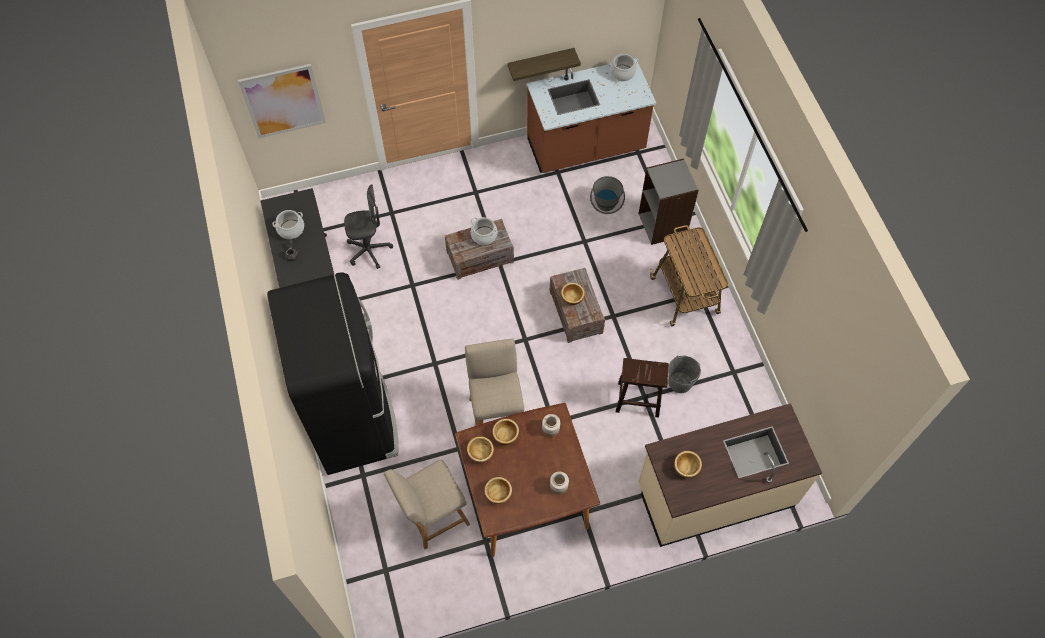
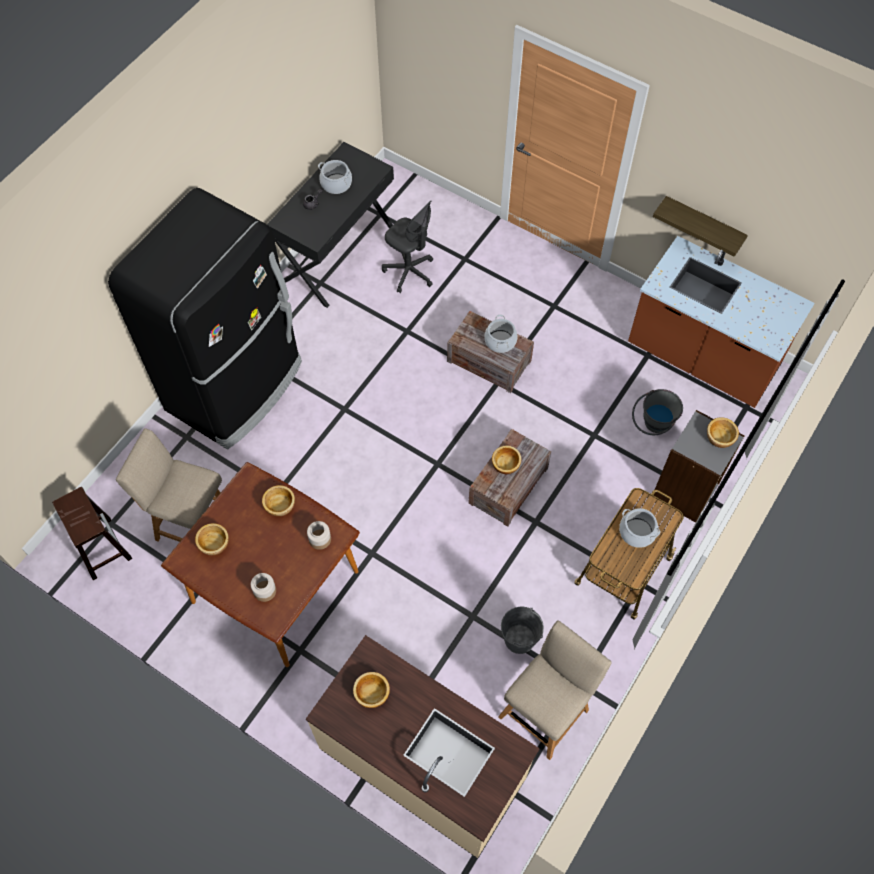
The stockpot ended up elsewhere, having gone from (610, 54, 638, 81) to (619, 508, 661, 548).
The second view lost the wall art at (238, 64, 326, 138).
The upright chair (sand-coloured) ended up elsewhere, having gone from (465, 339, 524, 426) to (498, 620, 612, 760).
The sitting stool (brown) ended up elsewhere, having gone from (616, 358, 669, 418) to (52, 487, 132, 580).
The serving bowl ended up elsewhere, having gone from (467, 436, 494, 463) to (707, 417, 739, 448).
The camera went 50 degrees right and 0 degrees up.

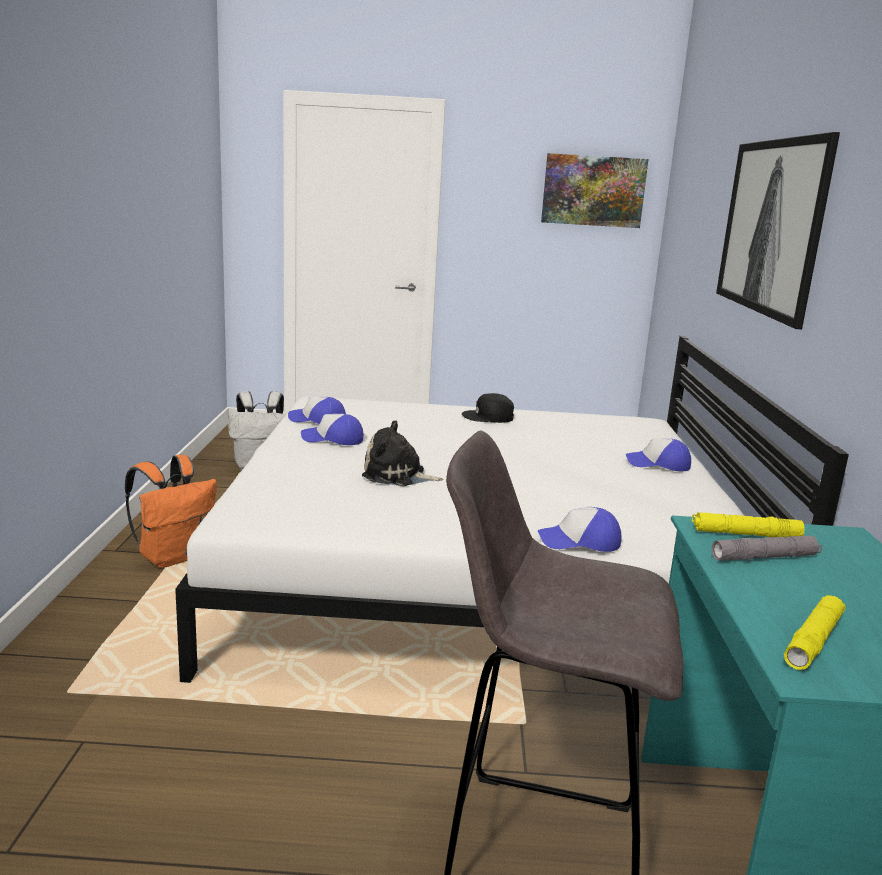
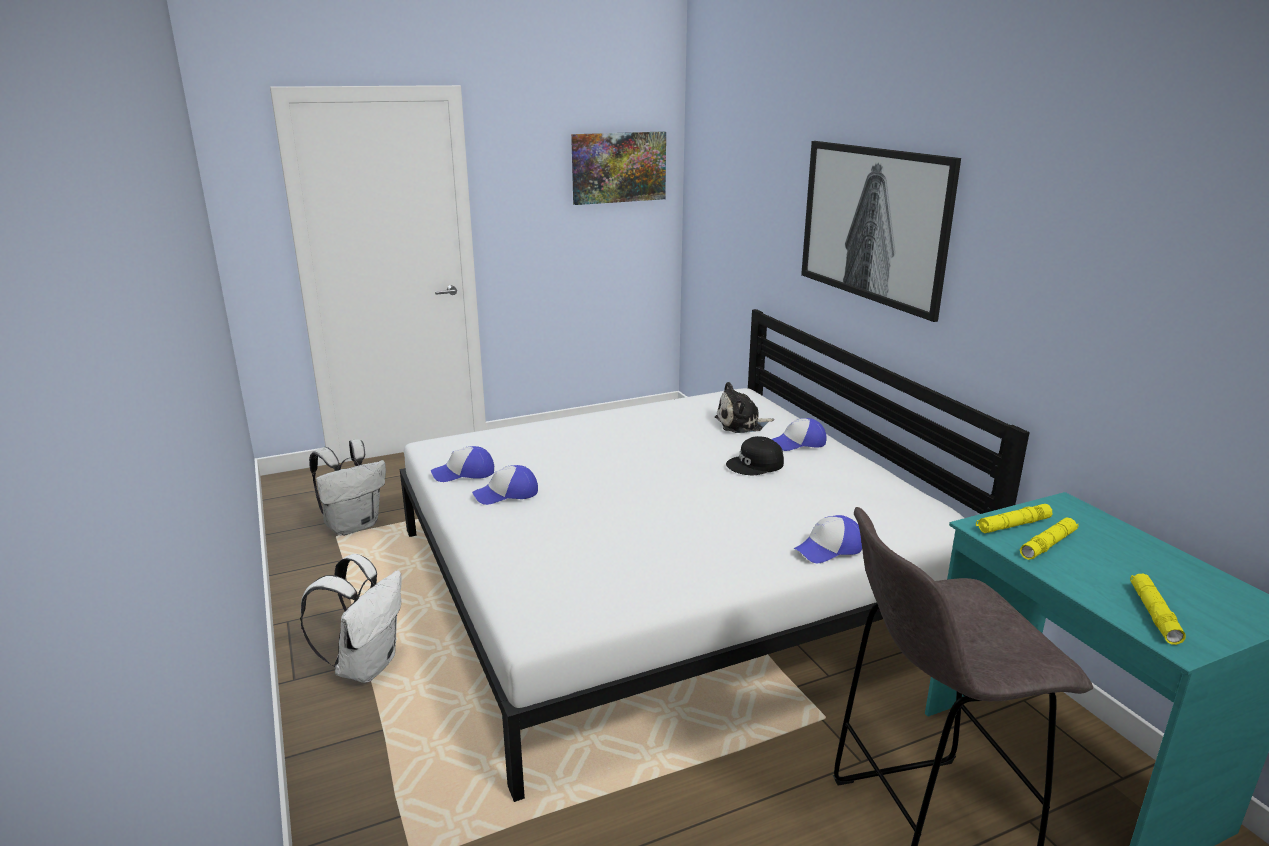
The cap (black) ended up elsewhere, having gone from (462, 393, 514, 423) to (726, 436, 784, 475).
The cuddly toy ended up elsewhere, having gone from (362, 420, 443, 486) to (715, 382, 774, 433).
What was the backpack (orange-coloured) at (125, 455, 217, 568) turned into the backpack (whitish) at (300, 554, 401, 683).
What was the flashlight (gray) at (712, 535, 822, 561) turned into the flashlight (yellow-coloured) at (1020, 517, 1078, 560).
The camera went 25 degrees left and 5 degrees up.

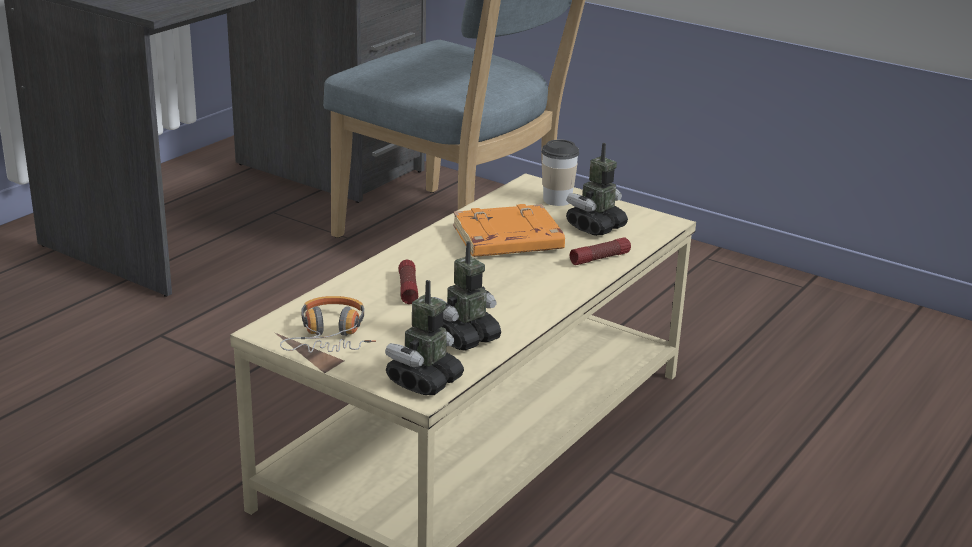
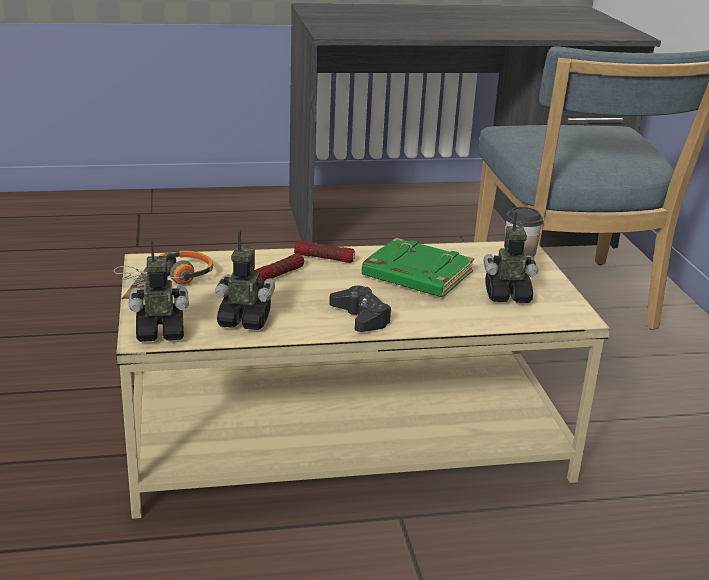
What was the book (orange-coloured) at (453, 204, 565, 257) turned into the book (greenish) at (362, 238, 474, 297).
The flashlight ended up elsewhere, having gone from (570, 238, 631, 265) to (294, 240, 355, 263).
The second view gained the joypad (black) at (329, 286, 391, 332).
The camera went 45 degrees right and 0 degrees up.

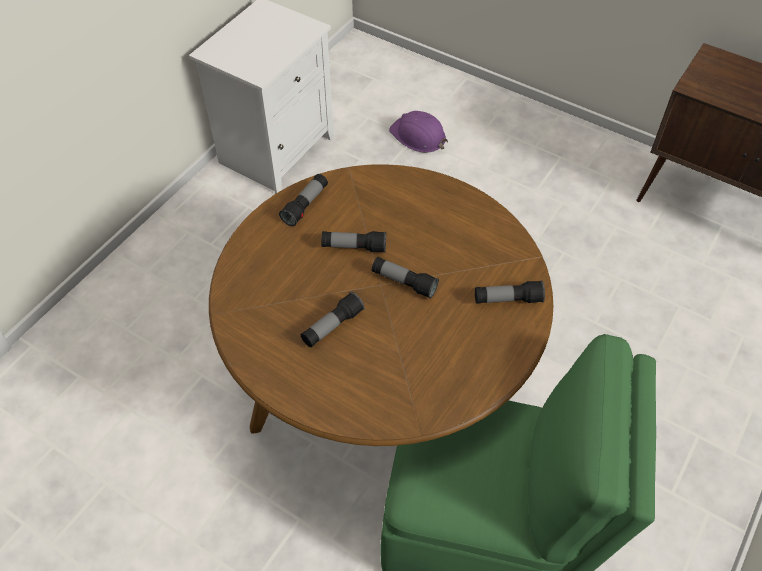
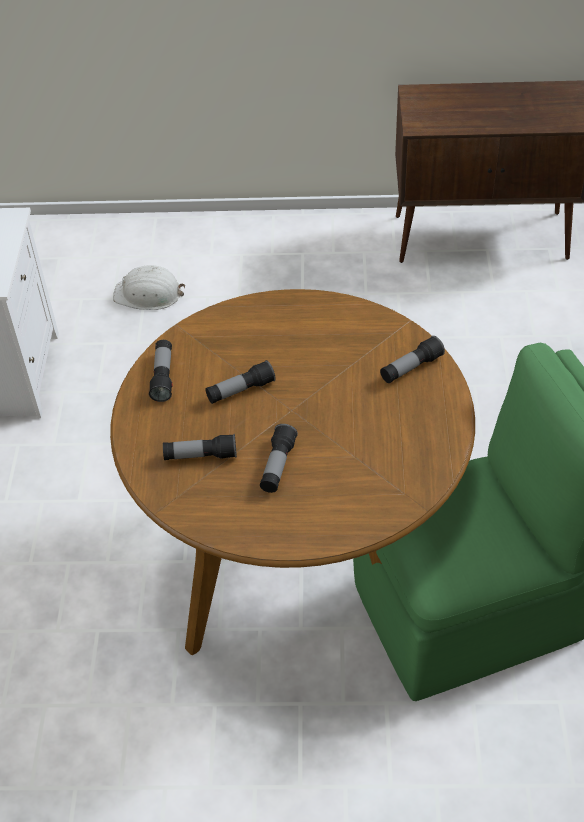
What was the work helmet (purple-coloured) at (389, 111, 448, 153) turned into the work helmet (whitish) at (113, 265, 185, 310).
The flashlight ended up elsewhere, having gone from (372, 257, 439, 299) to (163, 434, 237, 460).
The camera went 30 degrees left and 5 degrees down.

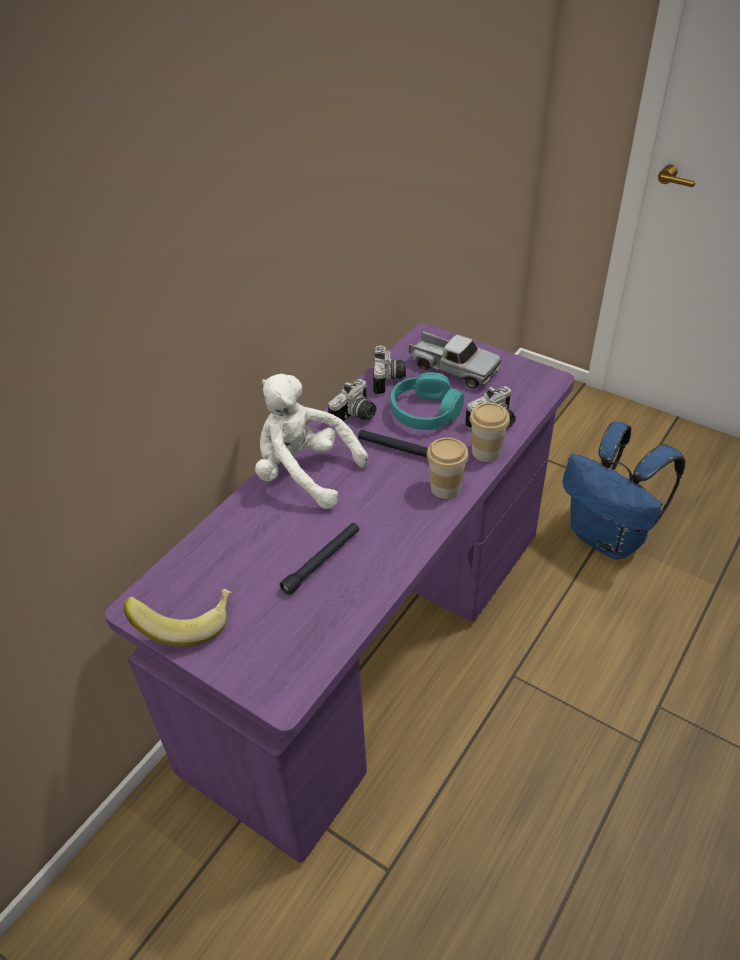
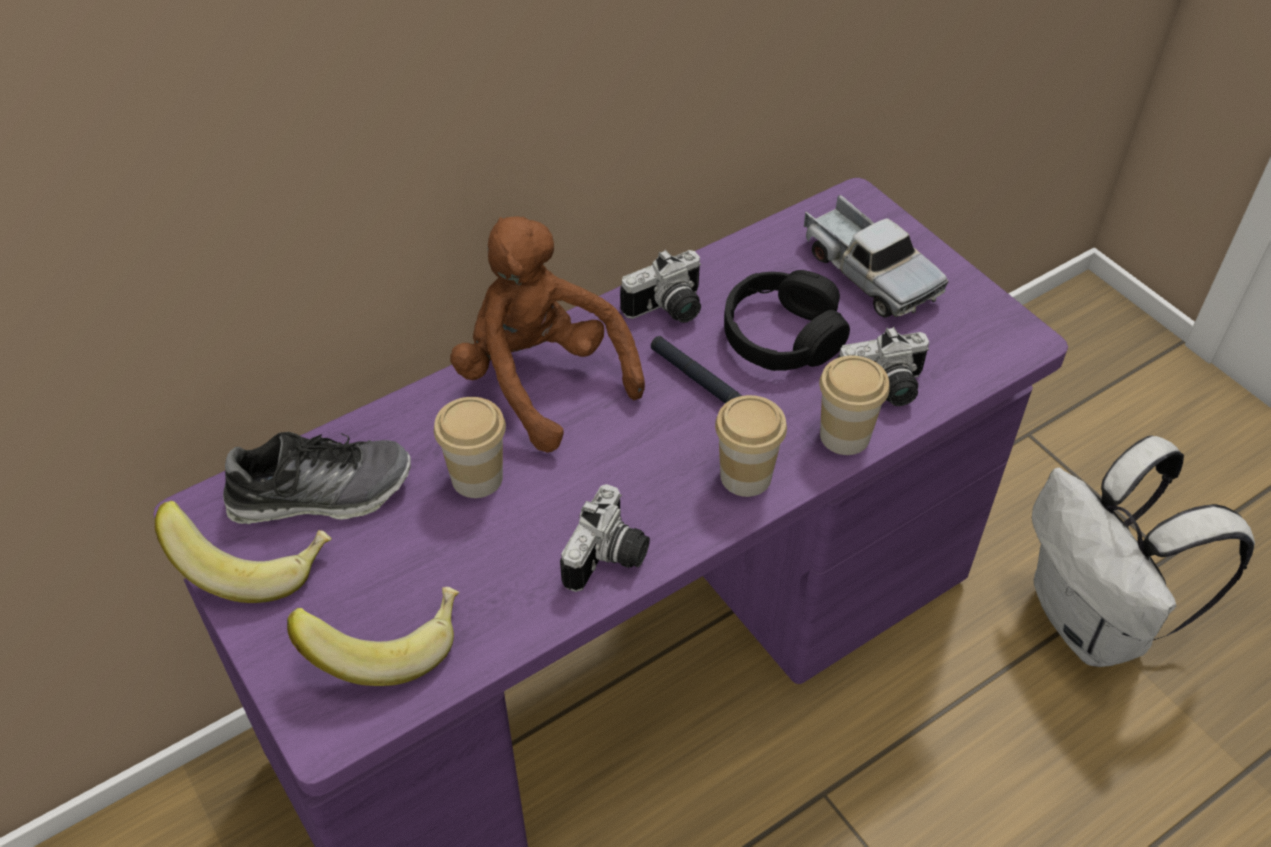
The still camera ended up elsewhere, having gone from (373, 346, 406, 395) to (560, 484, 650, 592).
What was the headphones (turquoise) at (390, 372, 464, 430) turned into the headphones (black) at (724, 270, 850, 371).
What was the cuddly toy (whitish) at (255, 374, 368, 509) turned into the cuddly toy (brown) at (450, 216, 645, 453).
What was the backpack (blue-coloured) at (563, 421, 685, 559) turned into the backpack (whitish) at (1032, 435, 1255, 667).
The second view lost the flashlight (black) at (280, 523, 359, 595).
The second view gained the small cup at (434, 397, 506, 498).
The second view gained the item of footwear at (223, 432, 411, 524).
The second view gained the whole banana at (287, 587, 459, 686).
The camera went 20 degrees right and 5 degrees up.

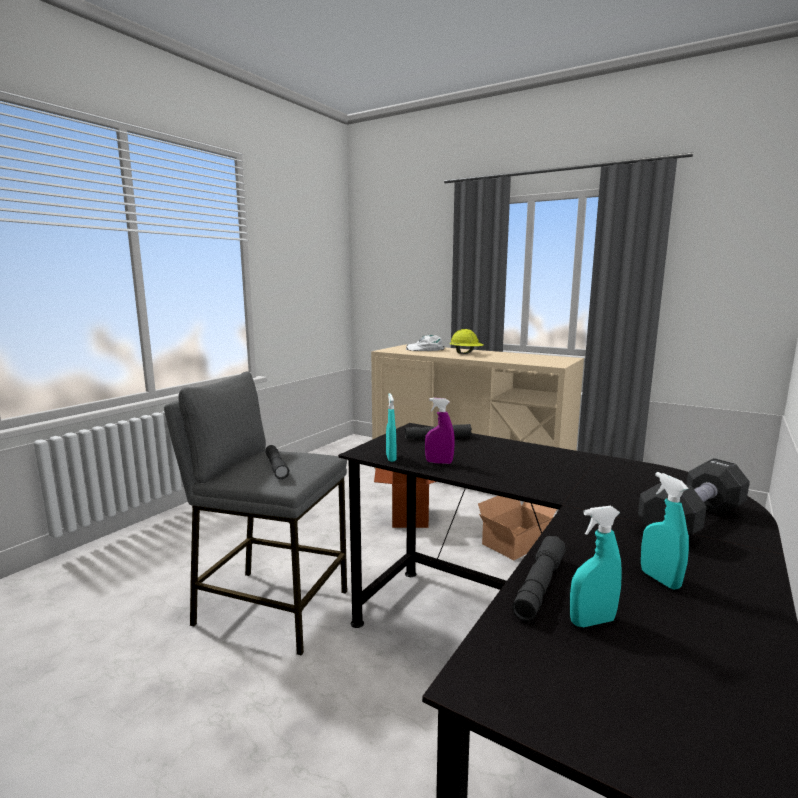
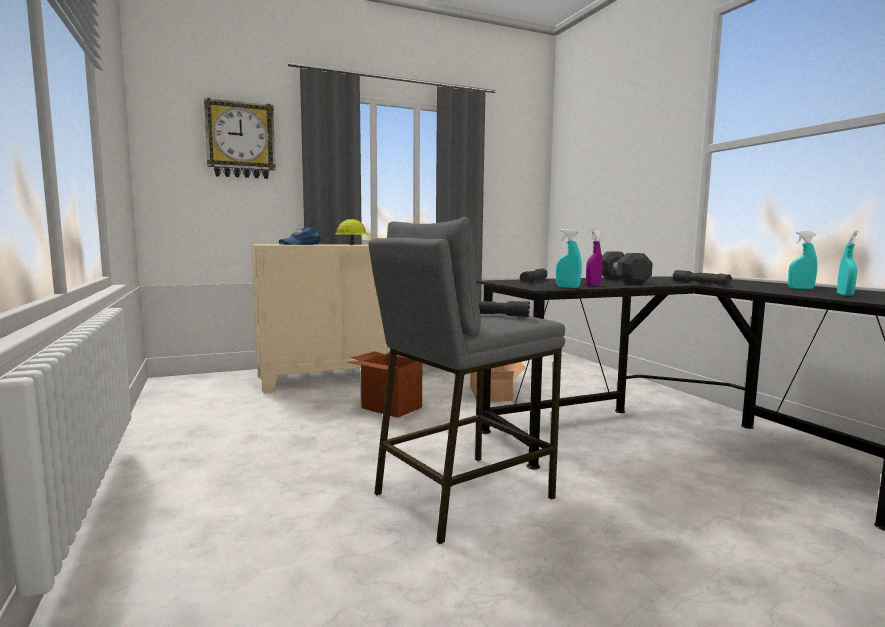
What was the cap (whitish) at (406, 335, 444, 351) turned into the cap (blue-coloured) at (279, 228, 321, 245).
The hand weight (black) ended up elsewhere, having gone from (638, 458, 750, 536) to (602, 251, 653, 284).
The flashlight (gray) ended up elsewhere, having gone from (512, 536, 566, 621) to (673, 270, 732, 285).
The second view gained the wall clock at (204, 98, 276, 179).
The camera went 55 degrees left and 5 degrees down.

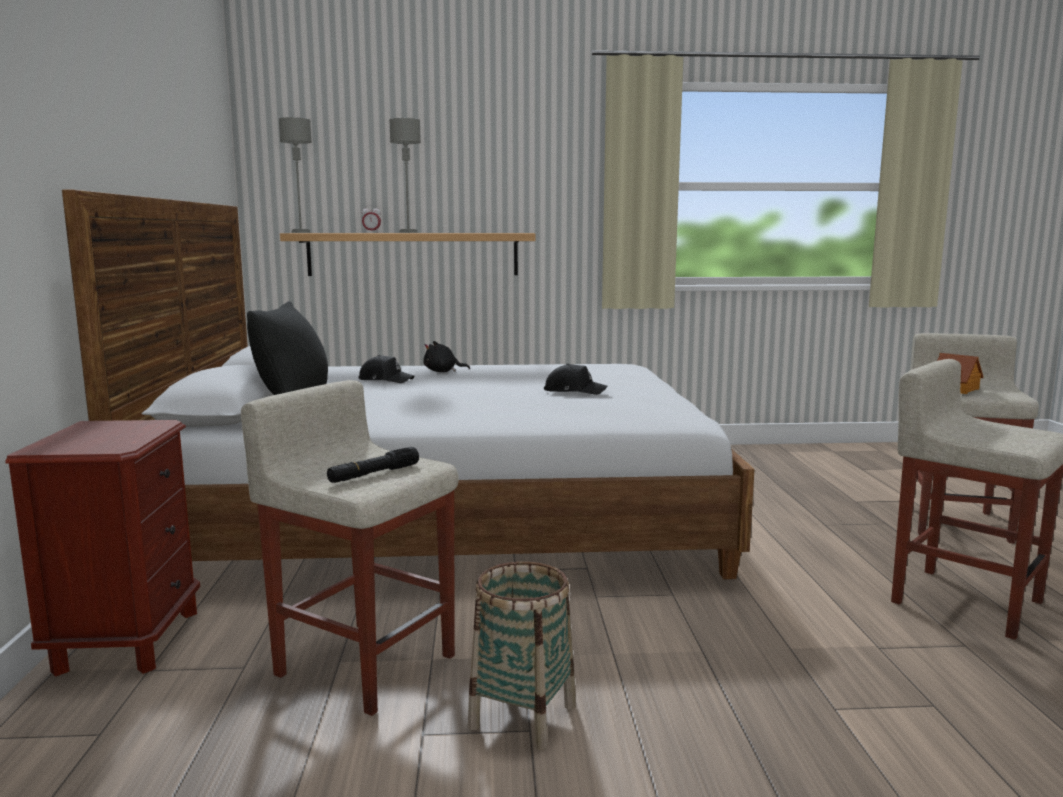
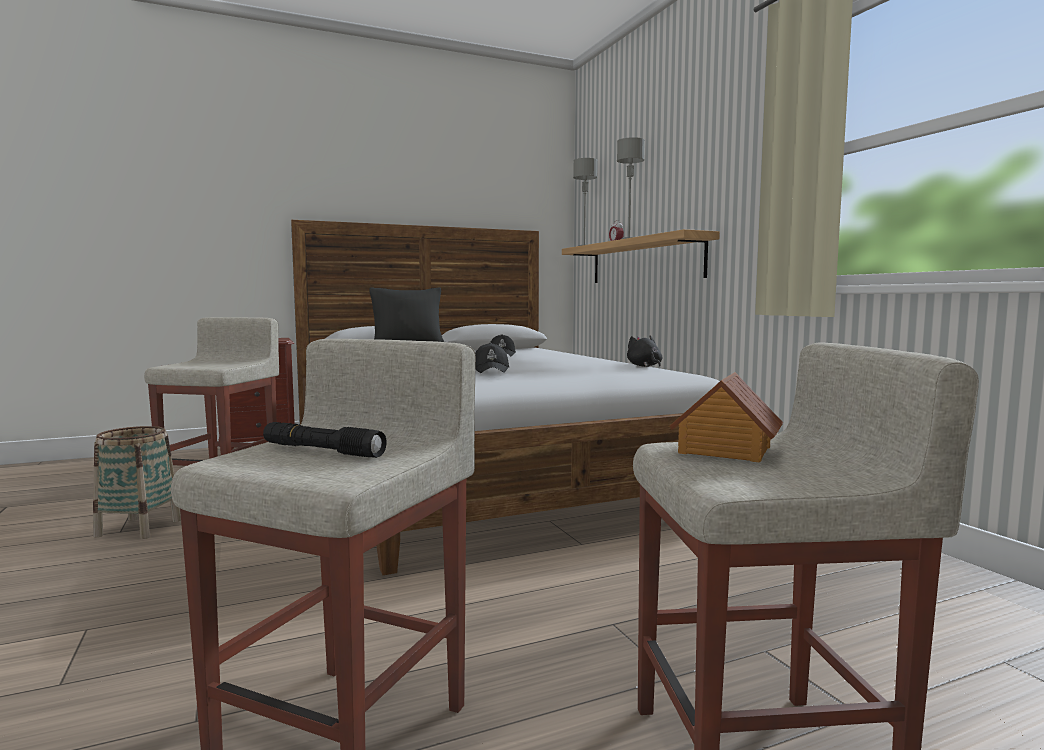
The cuddly toy (black) ended up elsewhere, having gone from (423, 341, 470, 372) to (627, 335, 662, 367).
The flashlight (black) ended up elsewhere, having gone from (327, 447, 419, 483) to (263, 422, 387, 458).
The camera went 70 degrees right and 5 degrees down.

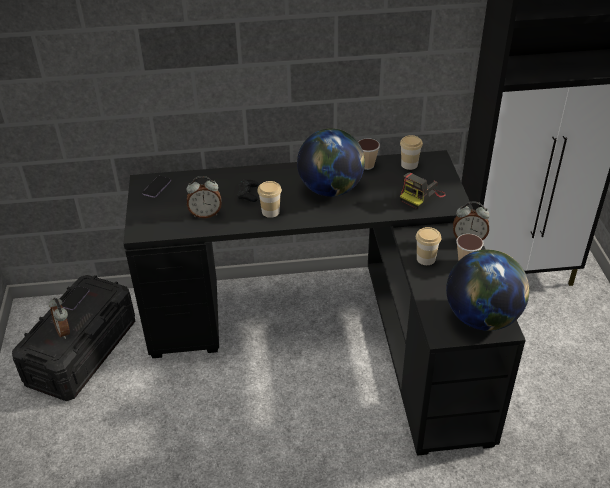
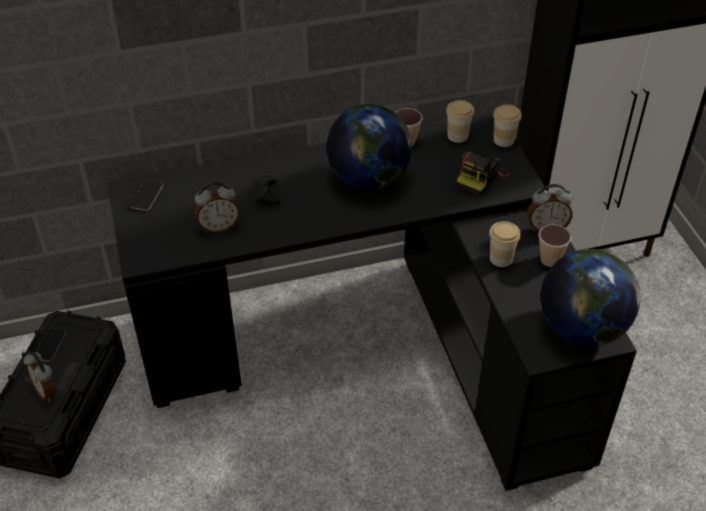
The small cup ended up elsewhere, having gone from (257, 181, 282, 218) to (493, 104, 522, 147).
The camera went 10 degrees left and 5 degrees up.

